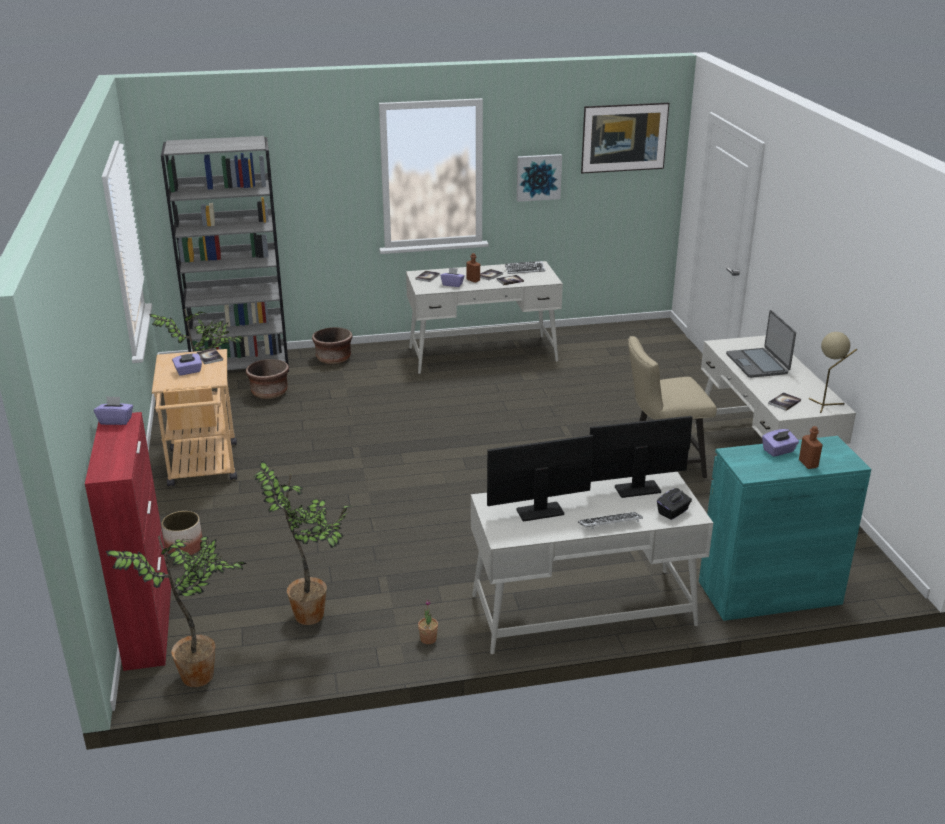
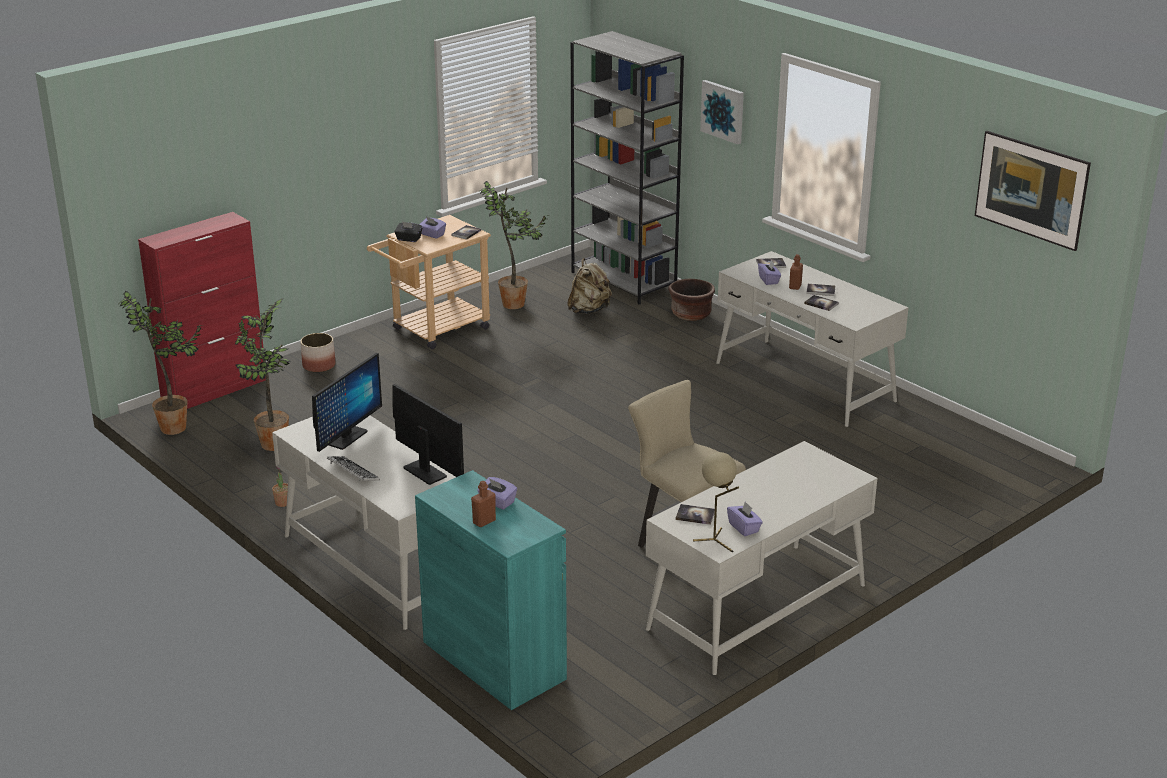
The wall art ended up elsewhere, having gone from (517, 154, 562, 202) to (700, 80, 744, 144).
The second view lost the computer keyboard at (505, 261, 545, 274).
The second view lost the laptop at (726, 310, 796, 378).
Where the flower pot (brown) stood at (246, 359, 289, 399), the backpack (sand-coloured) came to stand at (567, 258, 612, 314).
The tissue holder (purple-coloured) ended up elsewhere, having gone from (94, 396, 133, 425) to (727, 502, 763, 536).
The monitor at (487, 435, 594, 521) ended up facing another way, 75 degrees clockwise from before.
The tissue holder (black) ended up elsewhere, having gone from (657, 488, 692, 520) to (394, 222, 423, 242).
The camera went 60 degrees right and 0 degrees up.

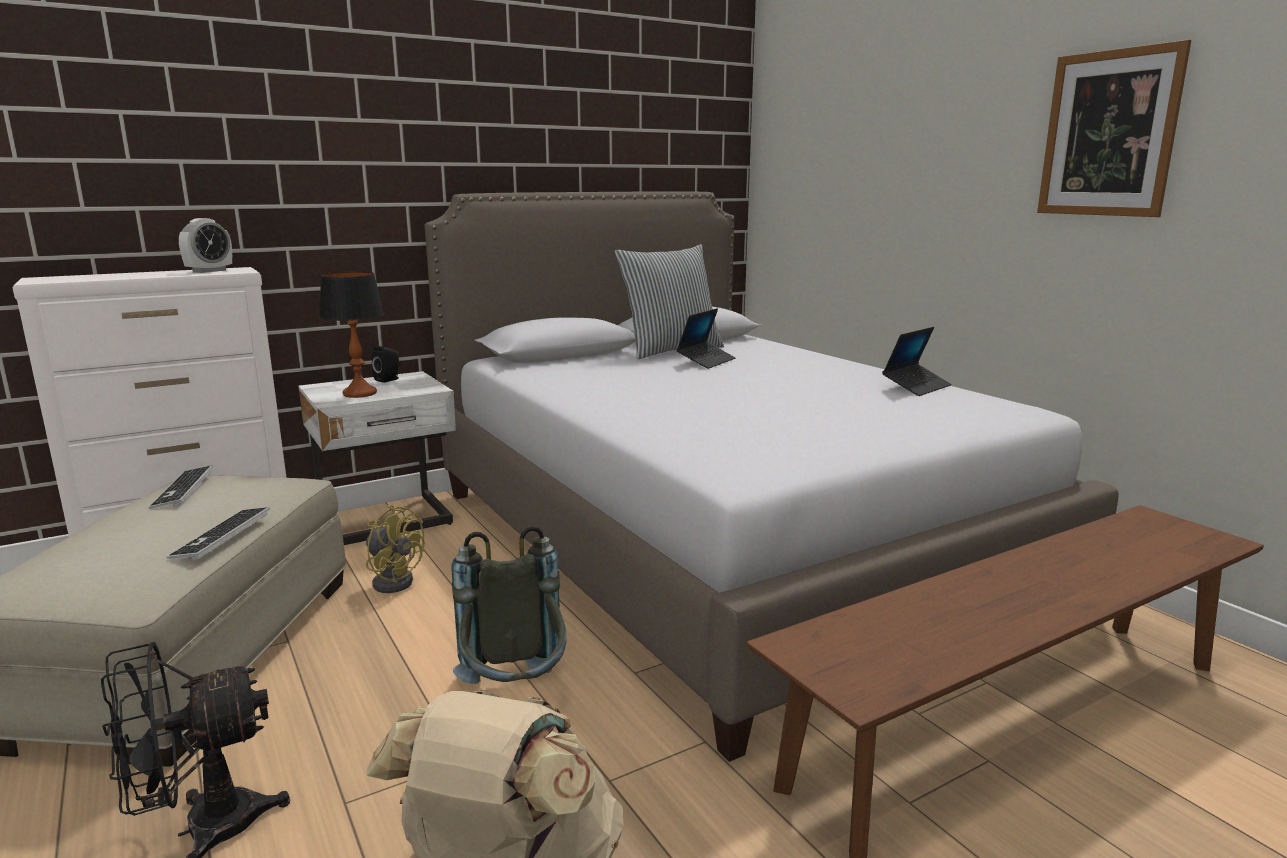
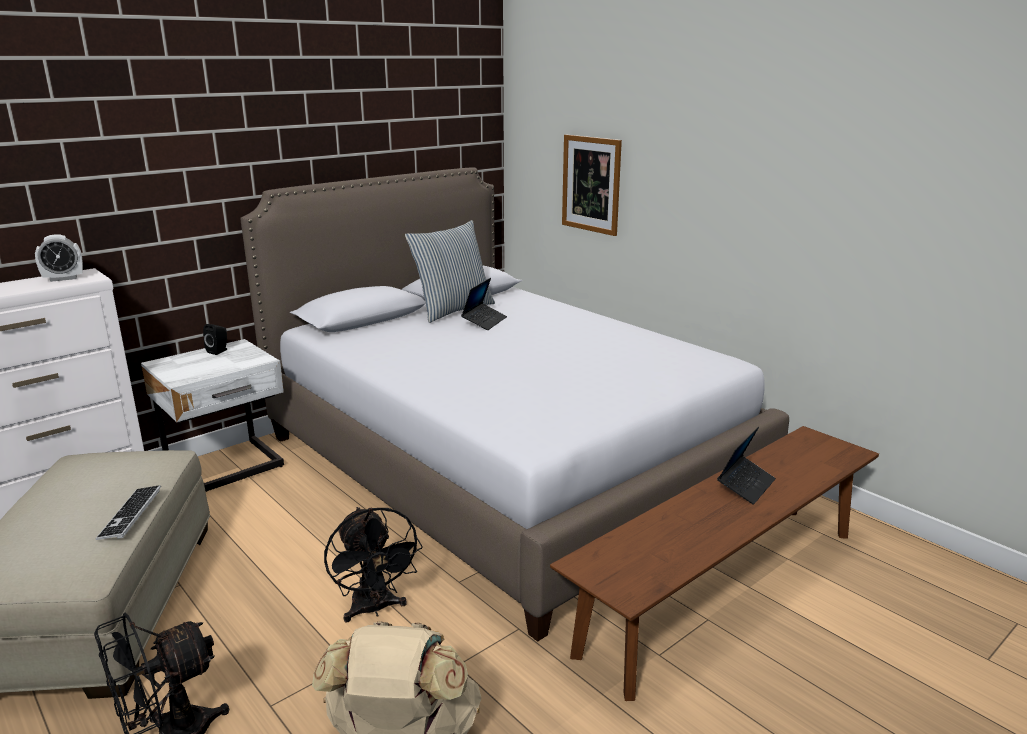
The wall art ended up elsewhere, having gone from (1037, 40, 1191, 217) to (562, 134, 622, 236).
The alarm clock at (179, 218, 232, 273) ended up facing another way, 45 degrees clockwise from before.
The second view lost the lamp for a table at (319, 272, 384, 398).
The laptop ended up elsewhere, having gone from (882, 327, 952, 396) to (717, 426, 776, 505).
The second view lost the computer keyboard at (149, 466, 213, 509).
The second view lost the fan (yellow-coloured) at (366, 505, 425, 593).
Where the backpack (gray) stood at (451, 526, 567, 684), the fan (black) came to stand at (324, 507, 423, 622).
The camera went 10 degrees left and 5 degrees up.

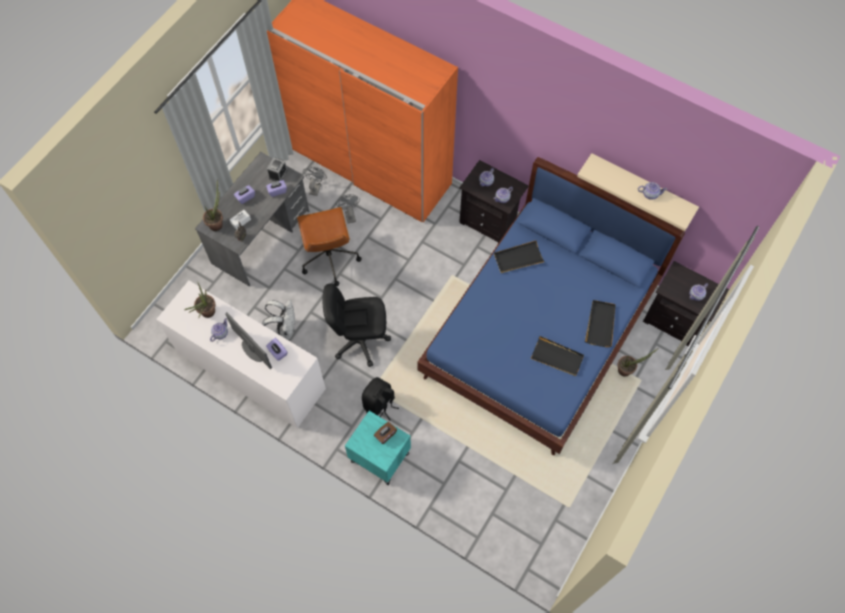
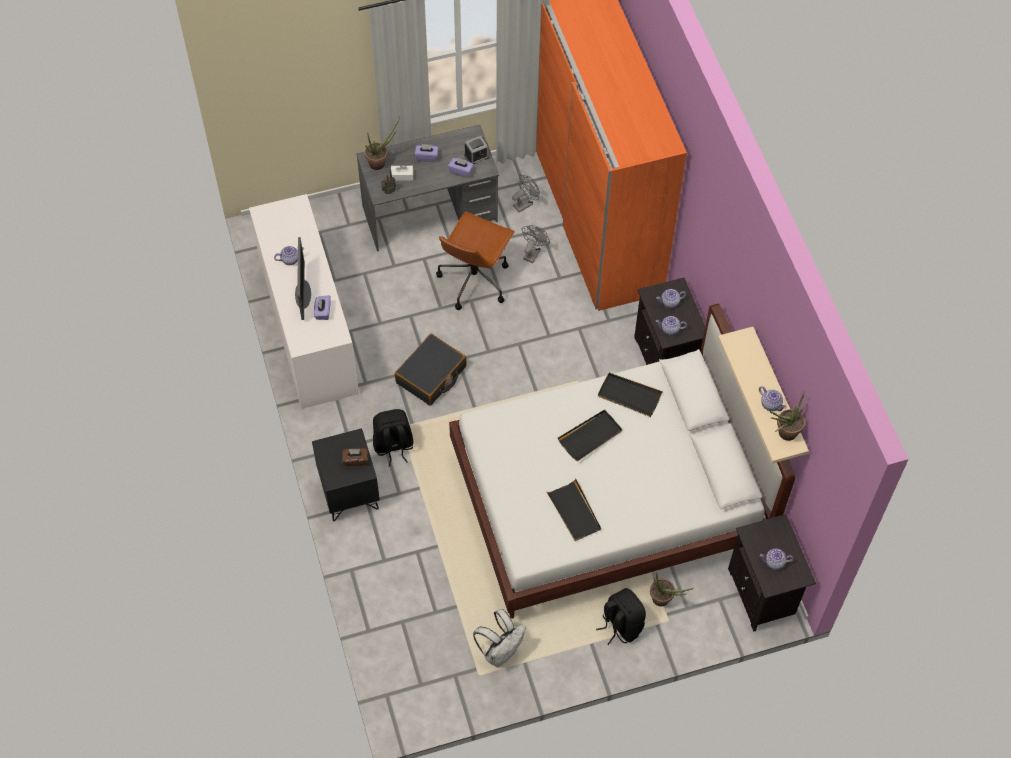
What was the sleeping bed (blue-coloured) at (417, 157, 685, 455) turned into the sleeping bed (whitish) at (449, 303, 795, 619).
The plant in a pot ended up elsewhere, having gone from (185, 281, 215, 319) to (770, 391, 805, 441).
Where the desk chair (black) stood at (323, 283, 391, 367), the piece of luggage (black) came to stand at (395, 334, 466, 406).
The backpack (whitish) ended up elsewhere, having gone from (262, 300, 296, 340) to (473, 609, 526, 667).
The serving tray (black) ended up elsewhere, having gone from (585, 300, 616, 347) to (558, 410, 622, 462).
What was the nightstand (turquoise) at (345, 411, 411, 485) turned into the nightstand (black) at (312, 428, 380, 521).
The second view gained the backpack (black) at (596, 588, 646, 645).
The camera went 40 degrees right and 5 degrees down.

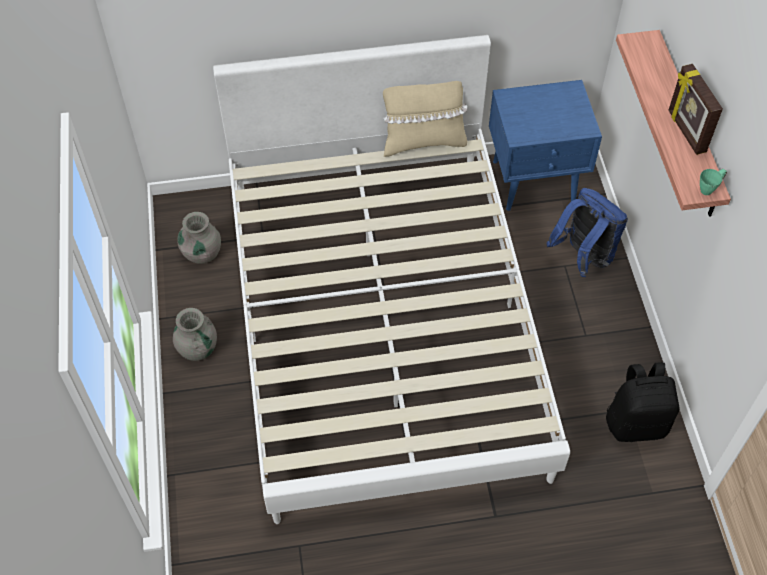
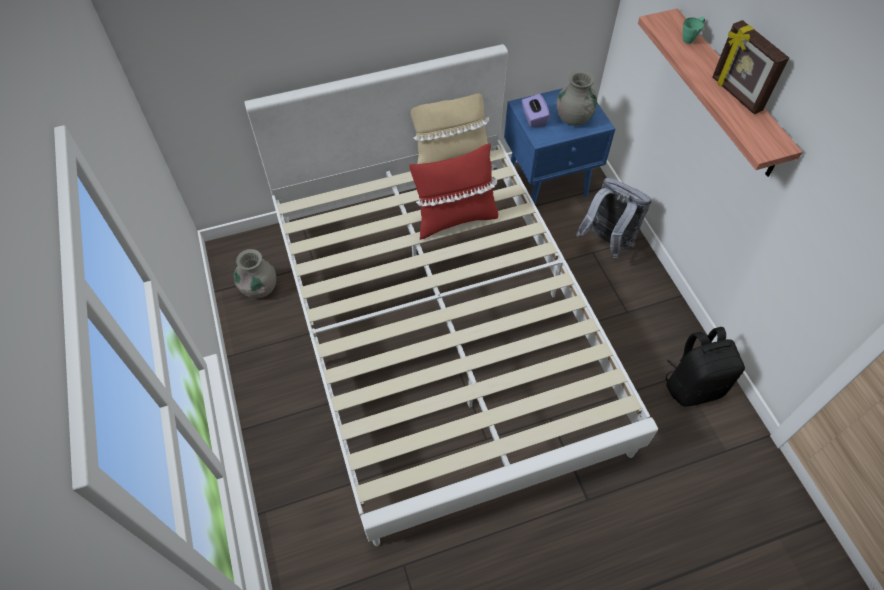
The coffee mug (greenish) ended up elsewhere, having gone from (700, 169, 727, 195) to (683, 17, 705, 44).
What was the backpack (blue-coloured) at (546, 188, 628, 277) turned into the backpack (gray) at (576, 178, 651, 259).
The vase (gray) ended up elsewhere, having gone from (173, 308, 217, 361) to (557, 70, 597, 126).
The second view gained the tissue holder (purple-coloured) at (522, 94, 550, 128).
The second view gained the cushion (red) at (409, 143, 498, 240).
The camera went 10 degrees left and 0 degrees up.

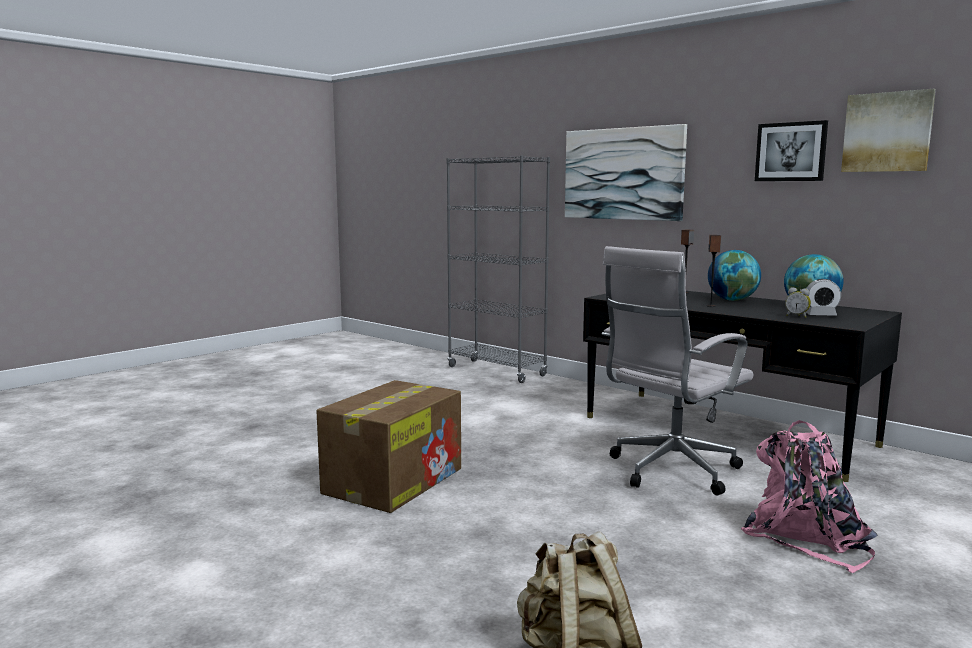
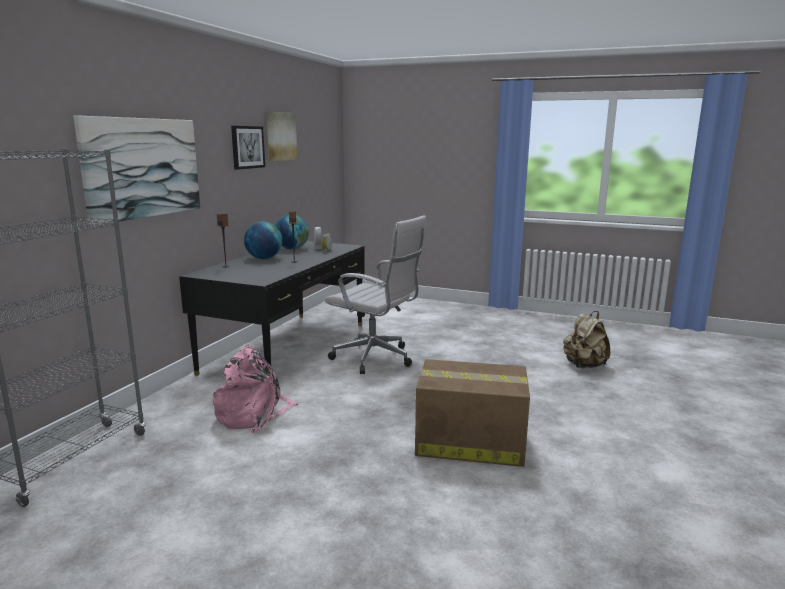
The backpack (pink-coloured) ended up elsewhere, having gone from (741, 420, 878, 573) to (213, 345, 300, 433).
The camera went 110 degrees left and 5 degrees up.

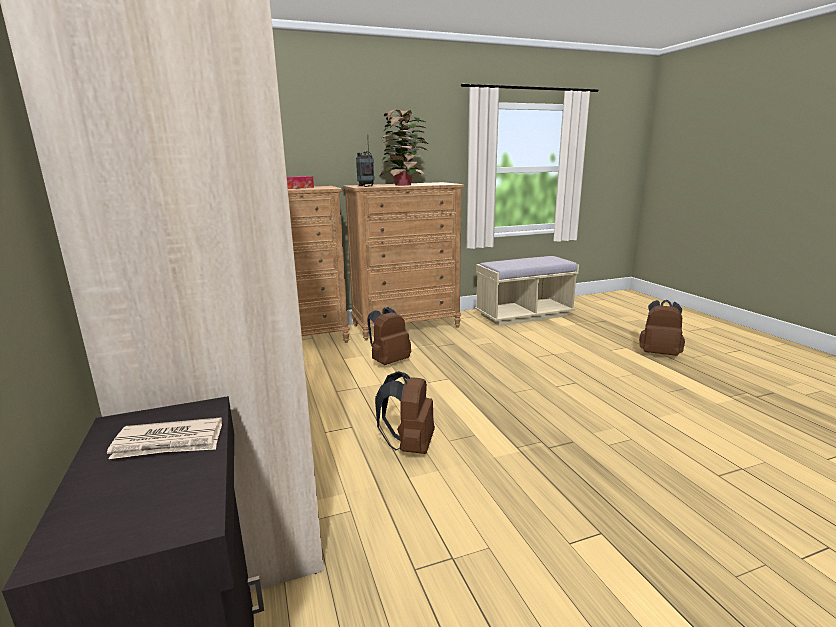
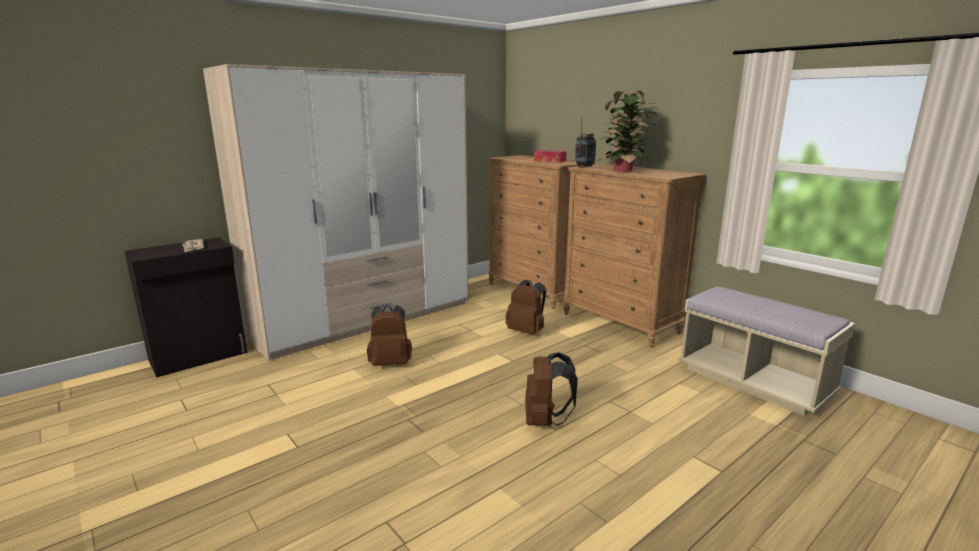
The backpack (brown) ended up elsewhere, having gone from (639, 300, 685, 356) to (525, 352, 578, 426).
The camera went 70 degrees right and 0 degrees up.

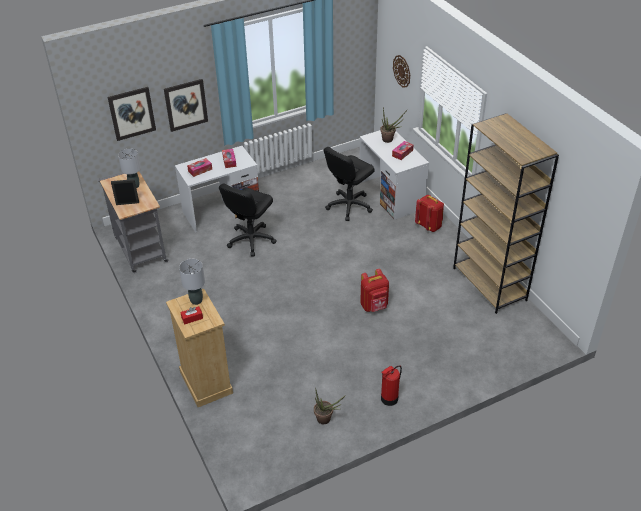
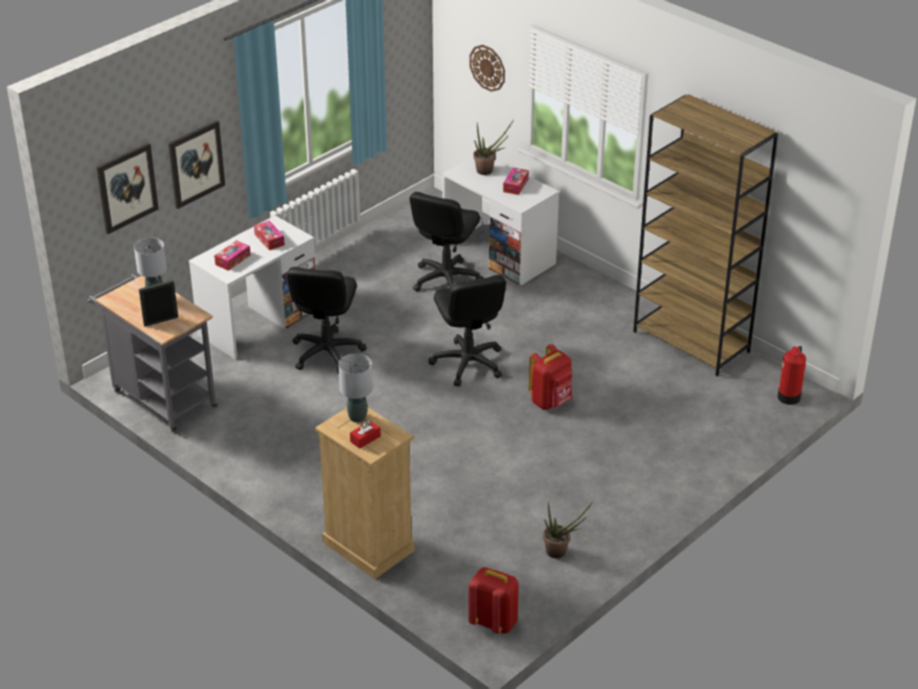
The backpack (red) ended up elsewhere, having gone from (415, 195, 444, 232) to (468, 567, 519, 634).
The fire-fighting cylinder ended up elsewhere, having gone from (381, 365, 402, 406) to (778, 346, 806, 405).
The second view gained the desk chair (black) at (428, 275, 506, 386).
The camera went 20 degrees left and 5 degrees down.

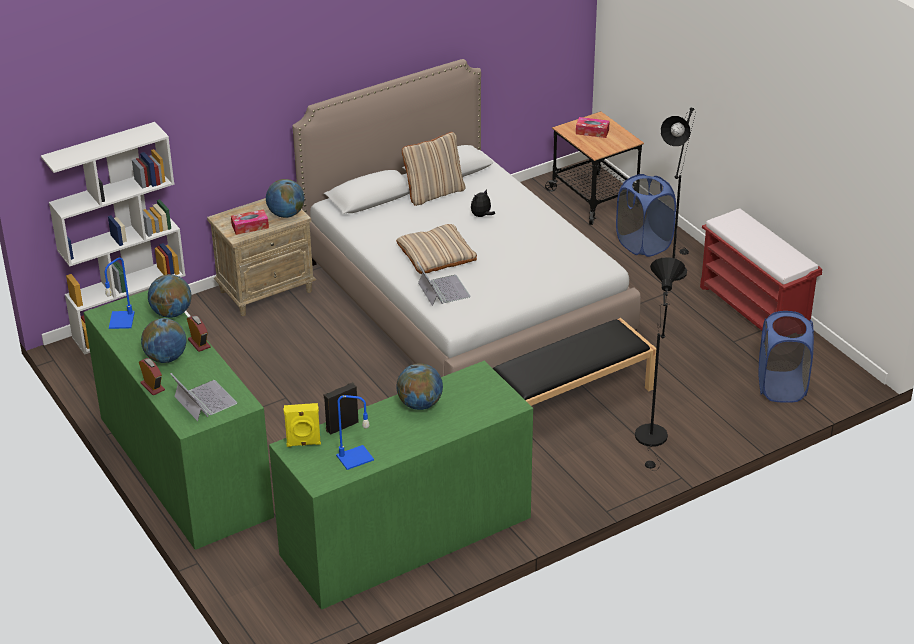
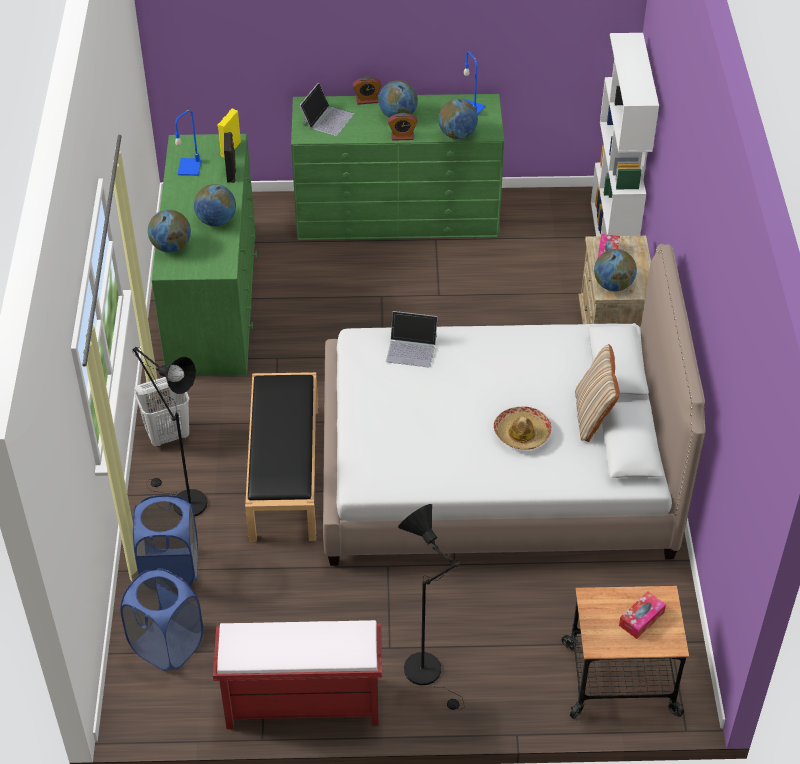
The hamper (blue-coloured) ended up elsewhere, having gone from (616, 174, 676, 257) to (133, 495, 198, 585).
Where the cuddly toy stood at (471, 189, 495, 217), the wearable hat came to stand at (494, 406, 552, 450).
The second view lost the cushion (sand-coloured) at (396, 224, 477, 274).
The laptop at (170, 373, 237, 421) ended up facing another way, 60 degrees counterclockwise from before.
The second view gained the globe at (148, 210, 191, 253).
The second view gained the hamper (whitish) at (134, 377, 190, 447).
The camera went 120 degrees right and 10 degrees up.

